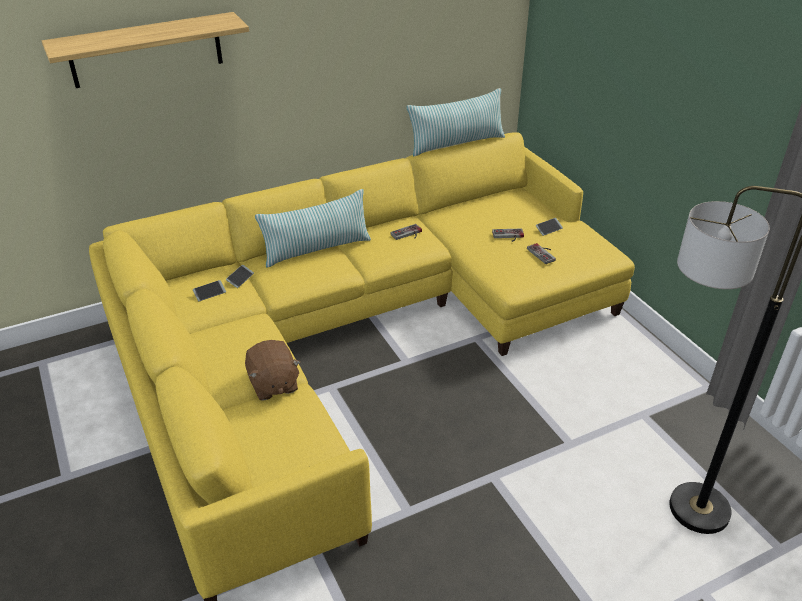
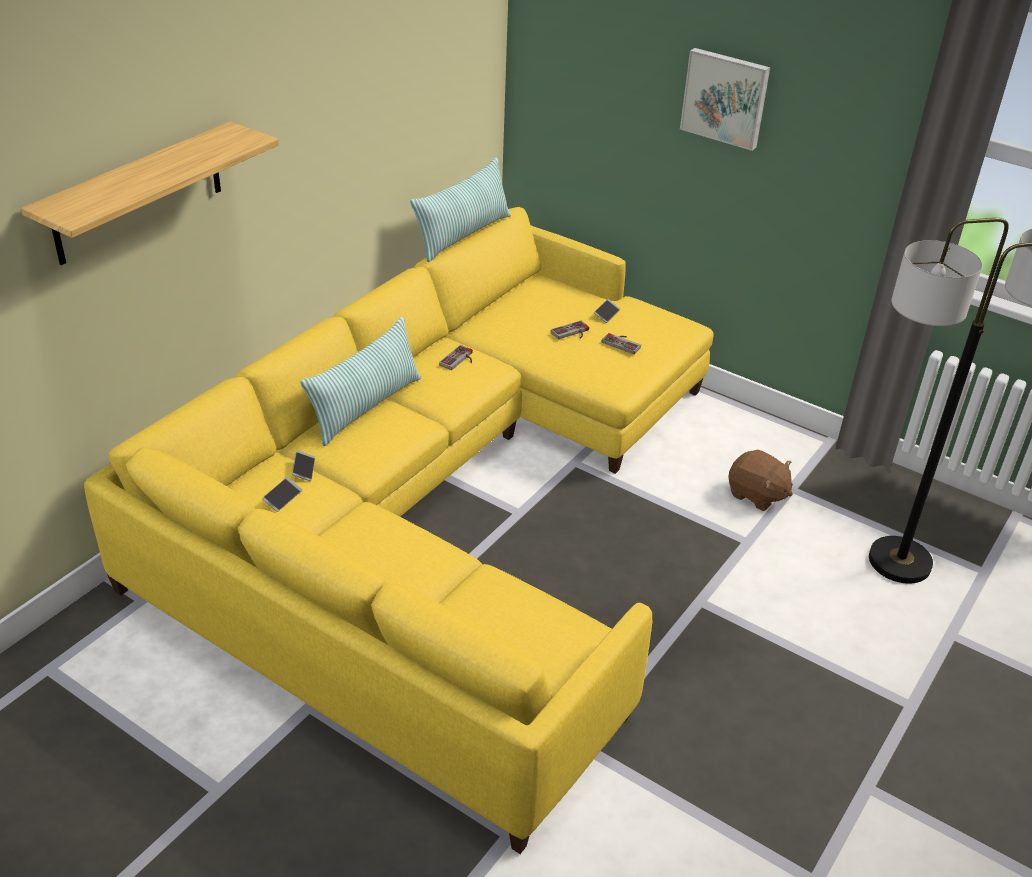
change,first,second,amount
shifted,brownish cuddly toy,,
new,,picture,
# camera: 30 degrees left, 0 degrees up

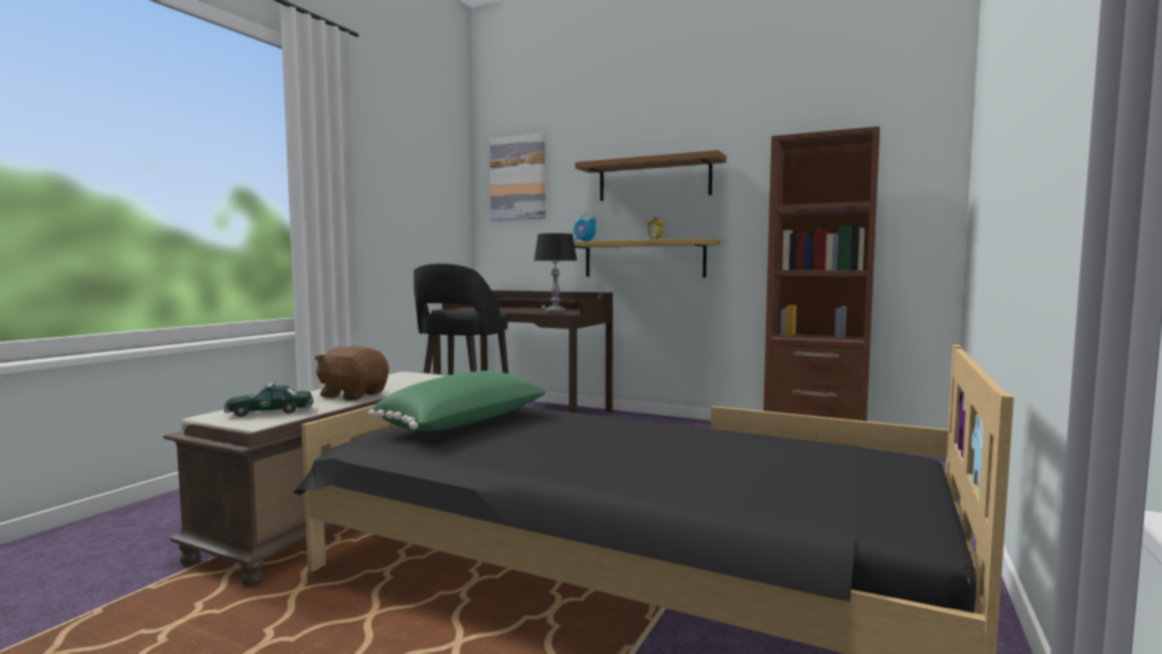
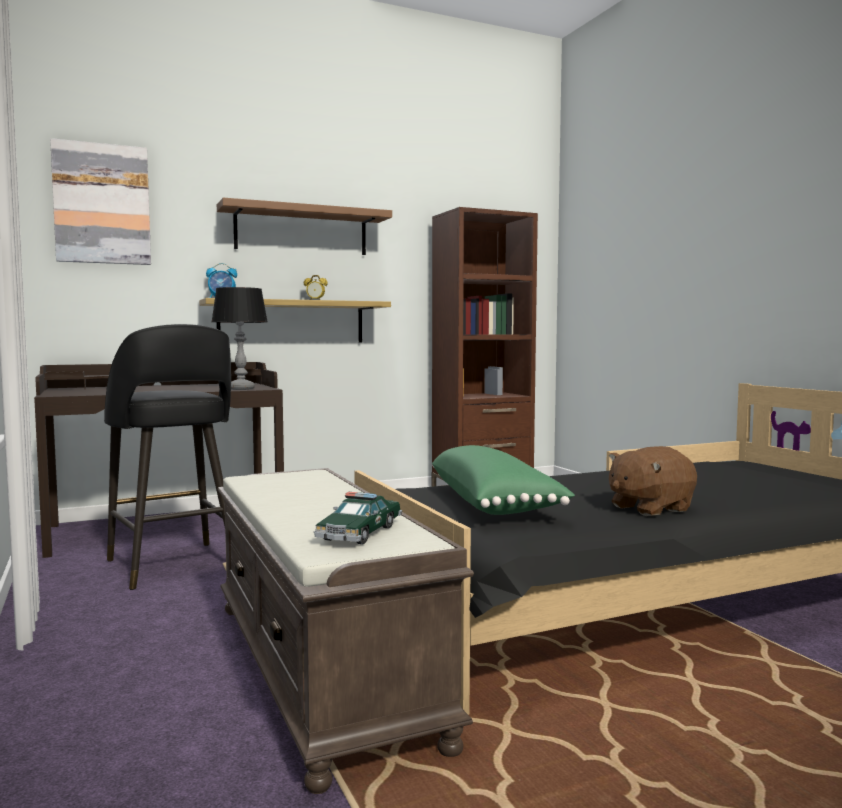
change,first,second,amount
shifted,brownish cuddly toy,,
# camera: 50 degrees left, 0 degrees up

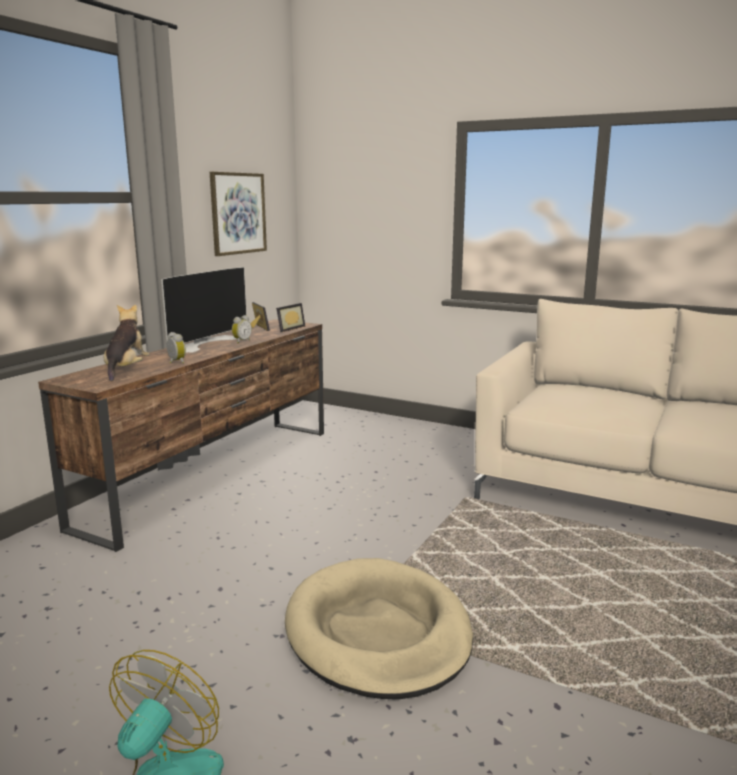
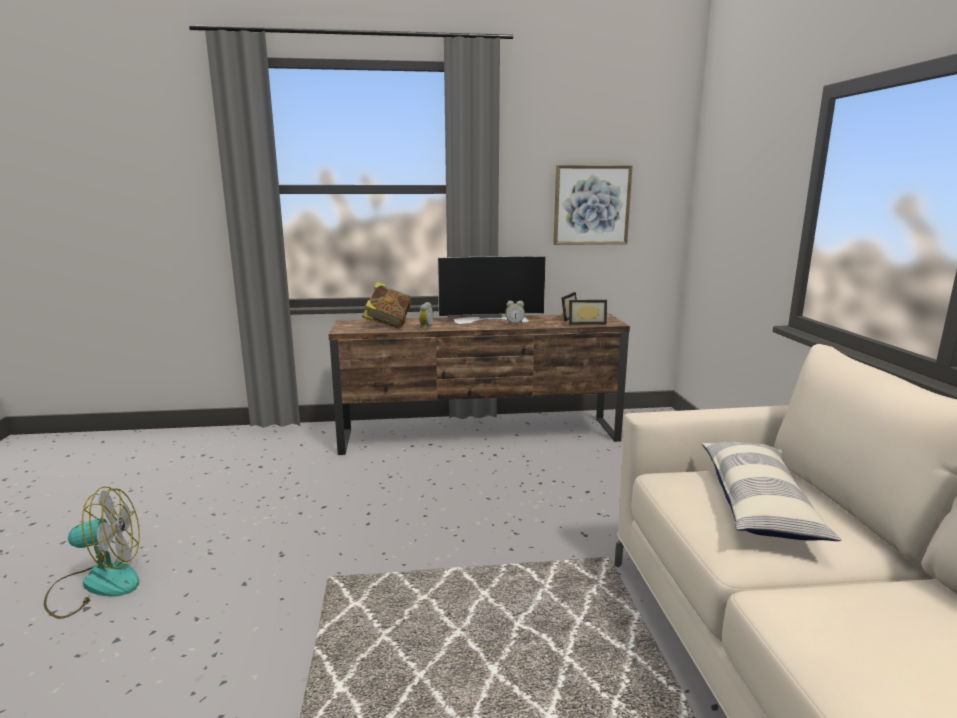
change,first,second,amount
swapped,cuddly toy,book,
gone,sand-coloured pet bed,,
new,,throw pillow,
# camera: 55 degrees right, 0 degrees up

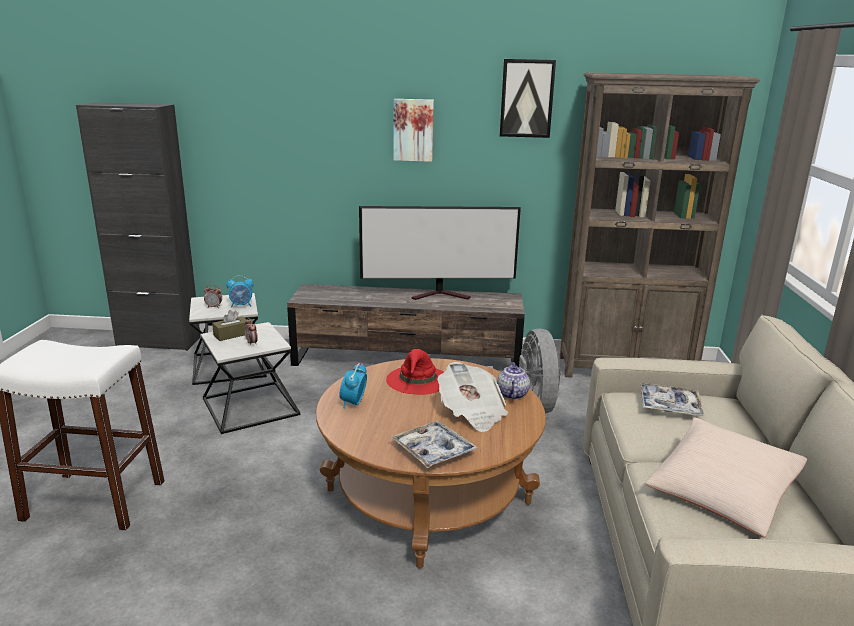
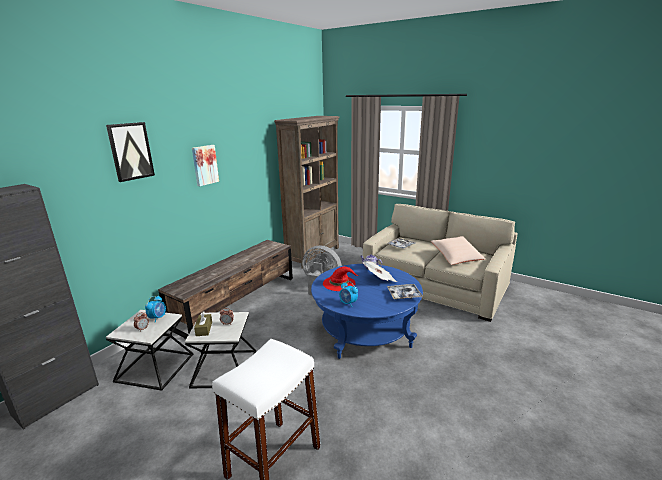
change,first,second,amount
repainted,brownish lounge table,blue-coloured lounge table,
gone,television,,
shifted,picture (no. 2 from left in the first image),picture (no. 1 from left),
# camera: 60 degrees left, 0 degrees up

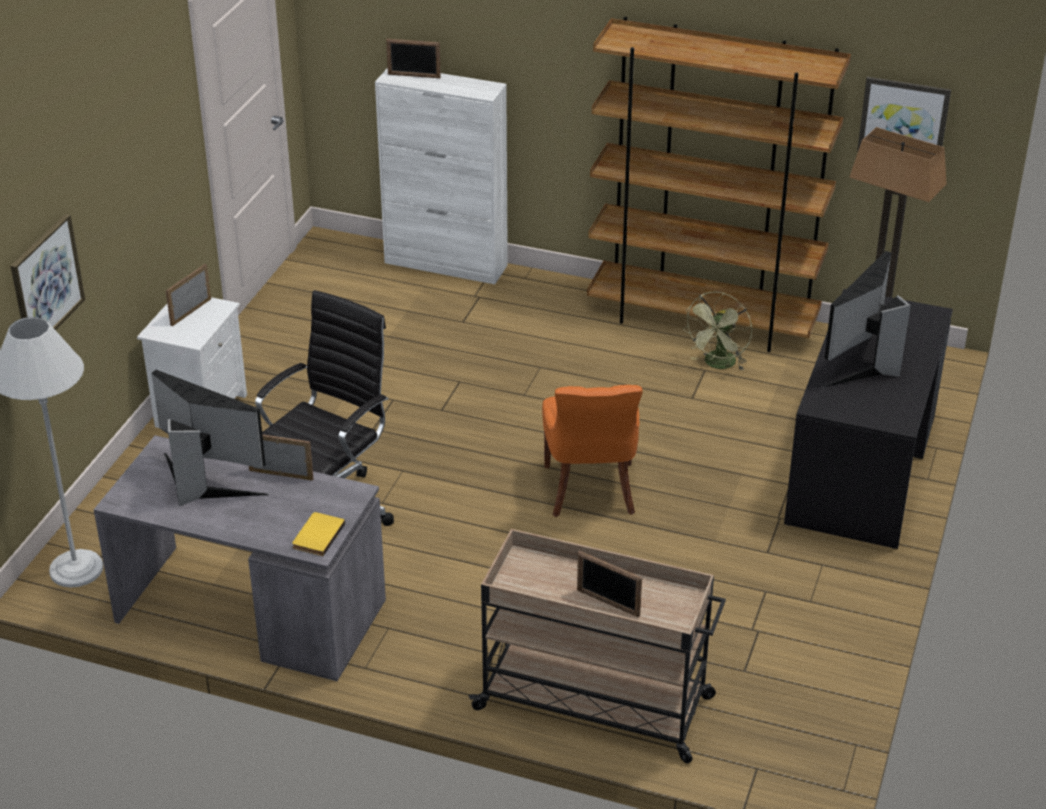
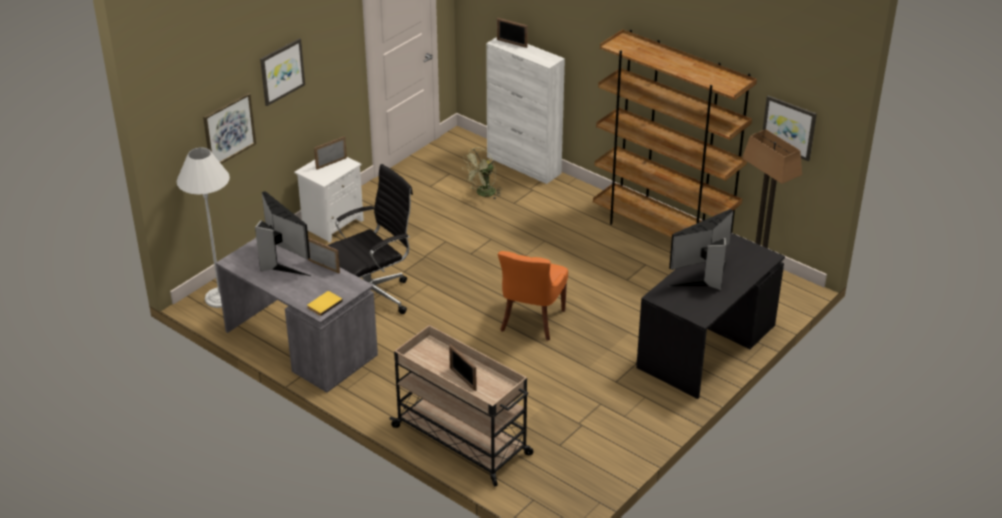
change,first,second,amount
shifted,green-coloured cooling fan,,
new,,picture (no. 2 from left),
# camera: 20 degrees right, 0 degrees up

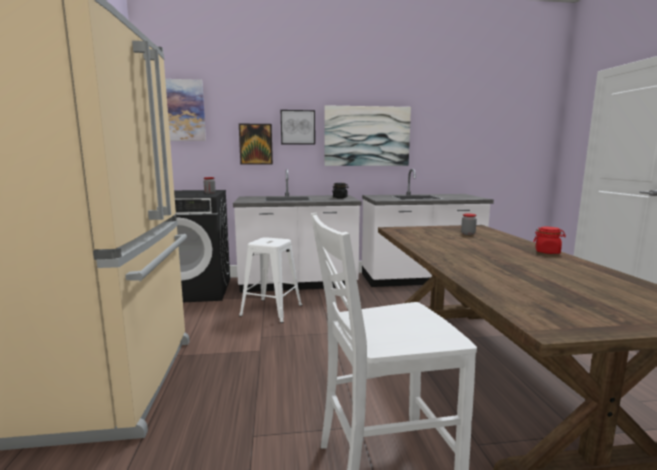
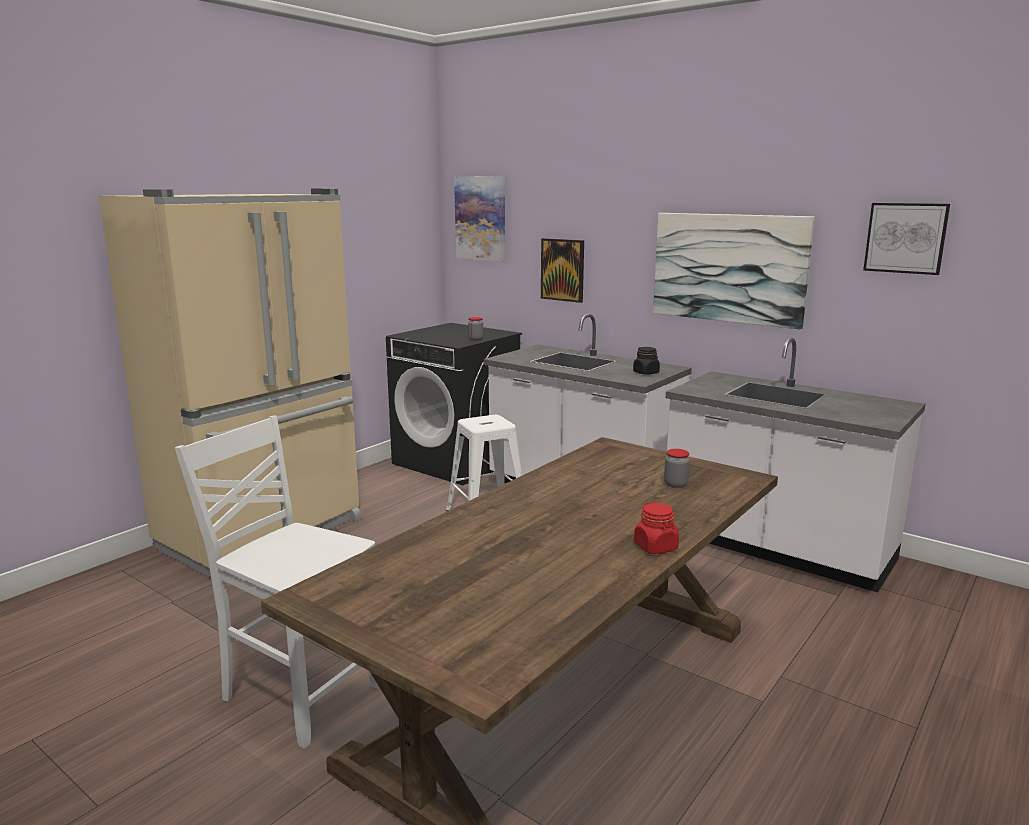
change,first,second,amount
shifted,picture (no. 3 from left in the first image),picture (no. 4 from left),
# camera: 45 degrees right, 5 degrees up

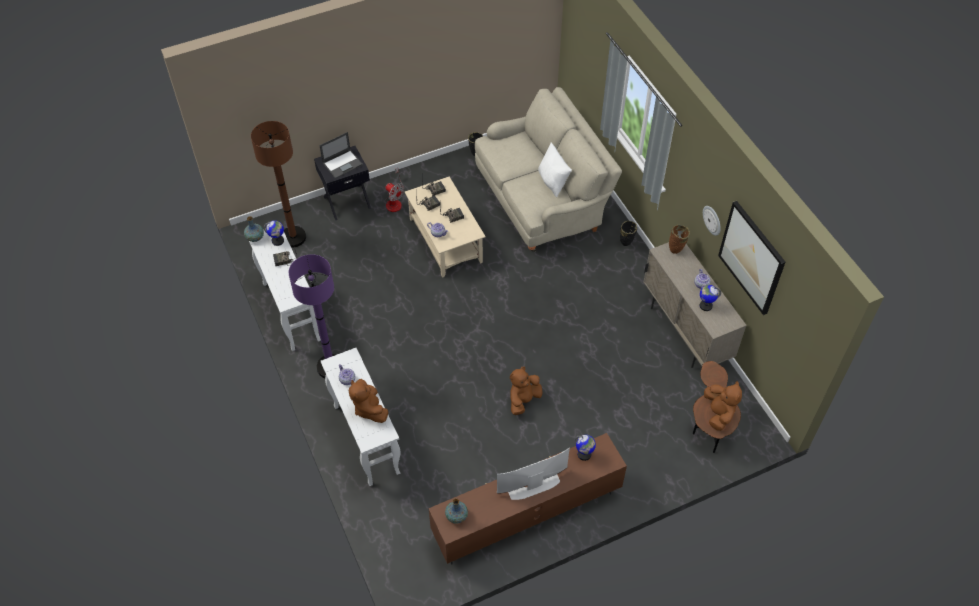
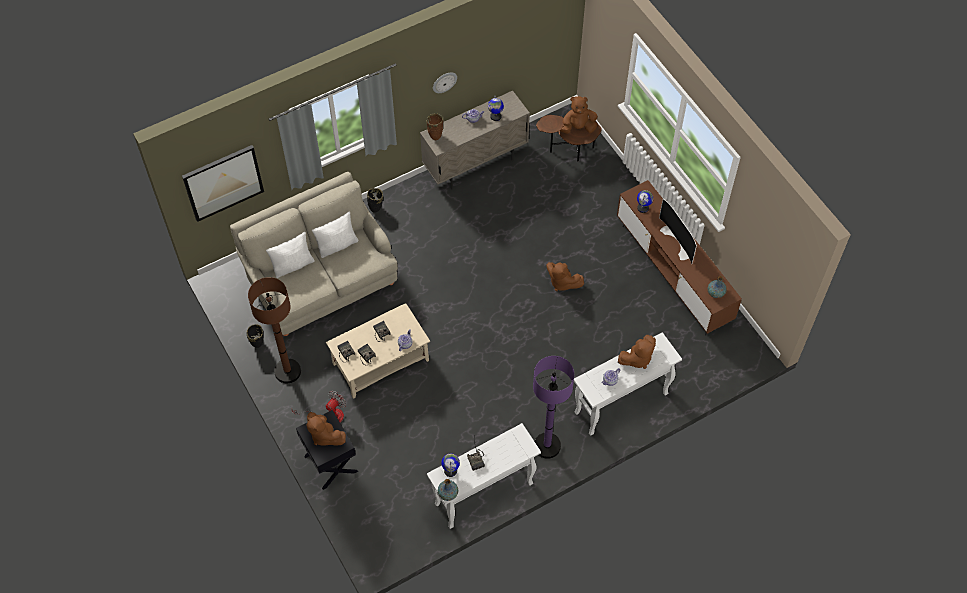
change,first,second,amount
shifted,brownish standing lamp,,
swapped,portable computer,brownish cuddly toy (no. 1 from left),
shifted,picture,,
new,,white throw pillow (no. 1 from left),
# camera: 95 degrees left, 5 degrees up

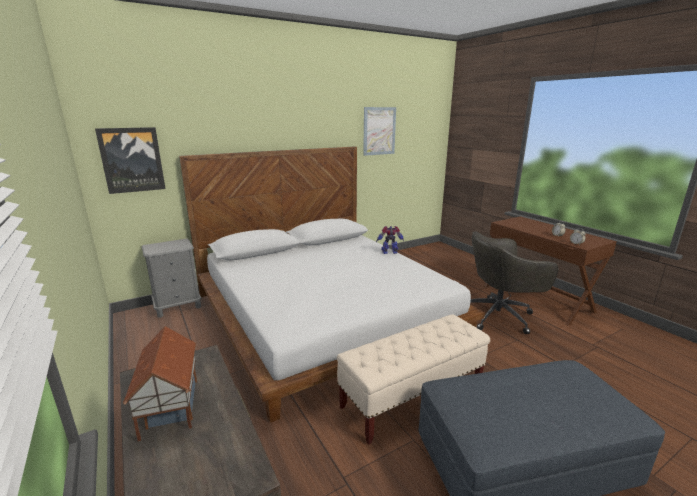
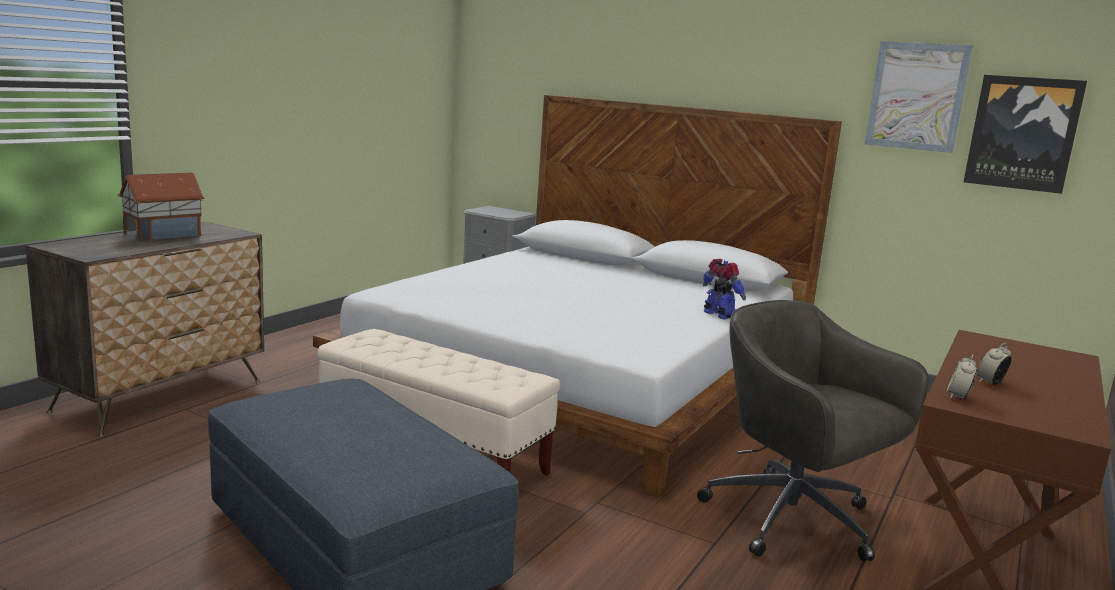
change,first,second,amount
shifted,picture (no. 1 from left in the first image),picture (no. 2 from left),
# camera: 60 degrees right, 5 degrees down

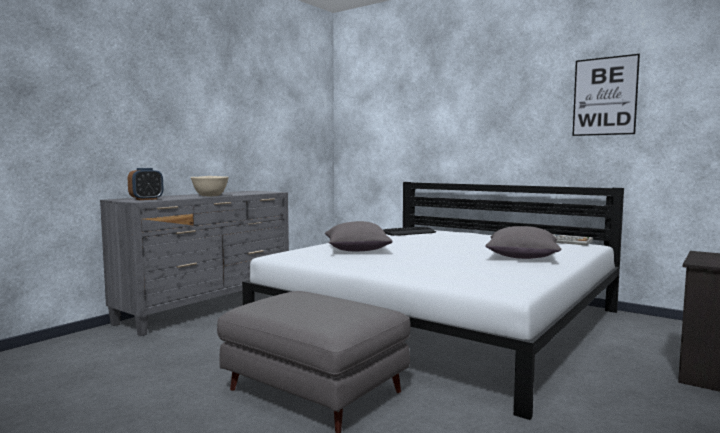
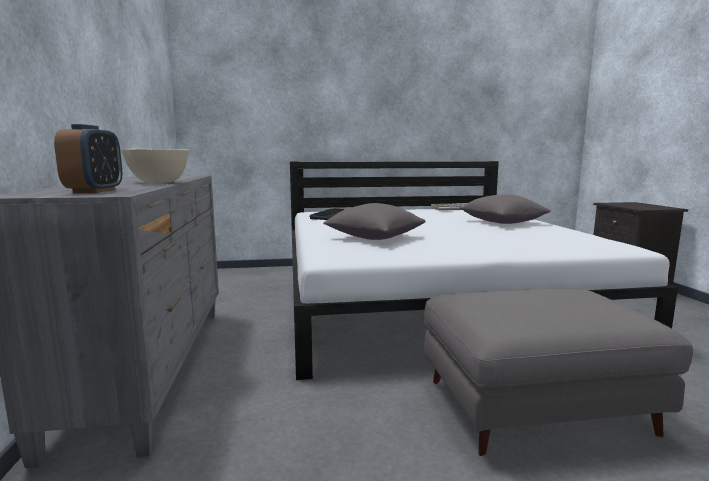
change,first,second,amount
gone,picture,,
# camera: 45 degrees left, 5 degrees up

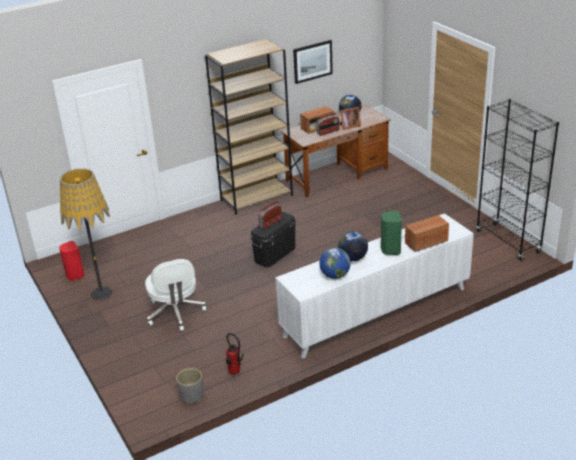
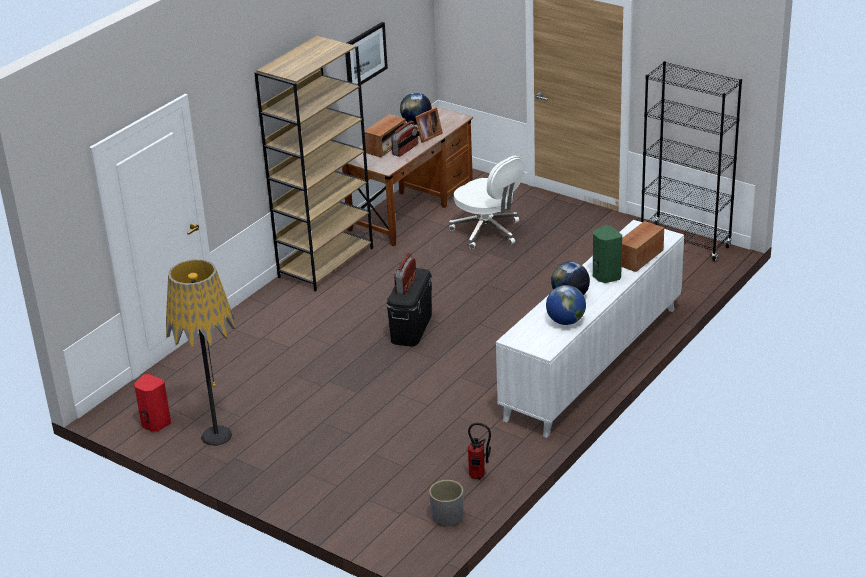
change,first,second,amount
shifted,white desk chair,,
# camera: 25 degrees left, 0 degrees up

